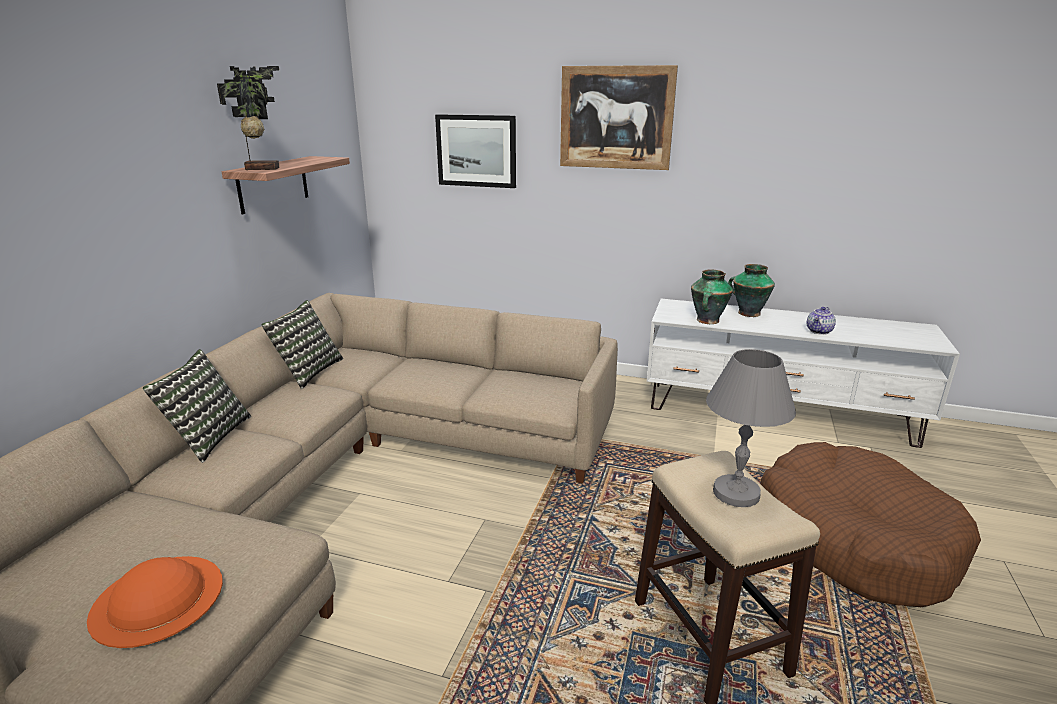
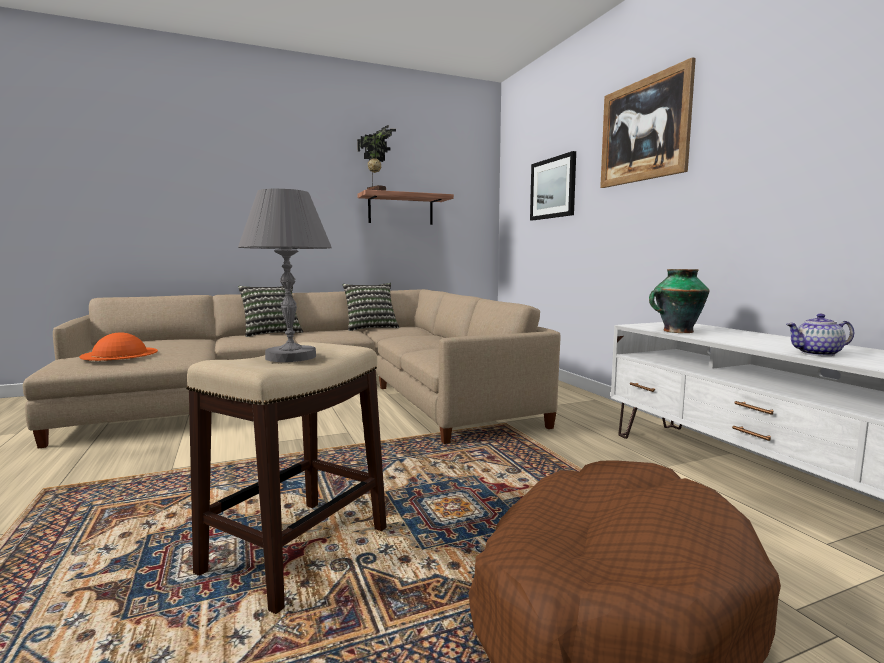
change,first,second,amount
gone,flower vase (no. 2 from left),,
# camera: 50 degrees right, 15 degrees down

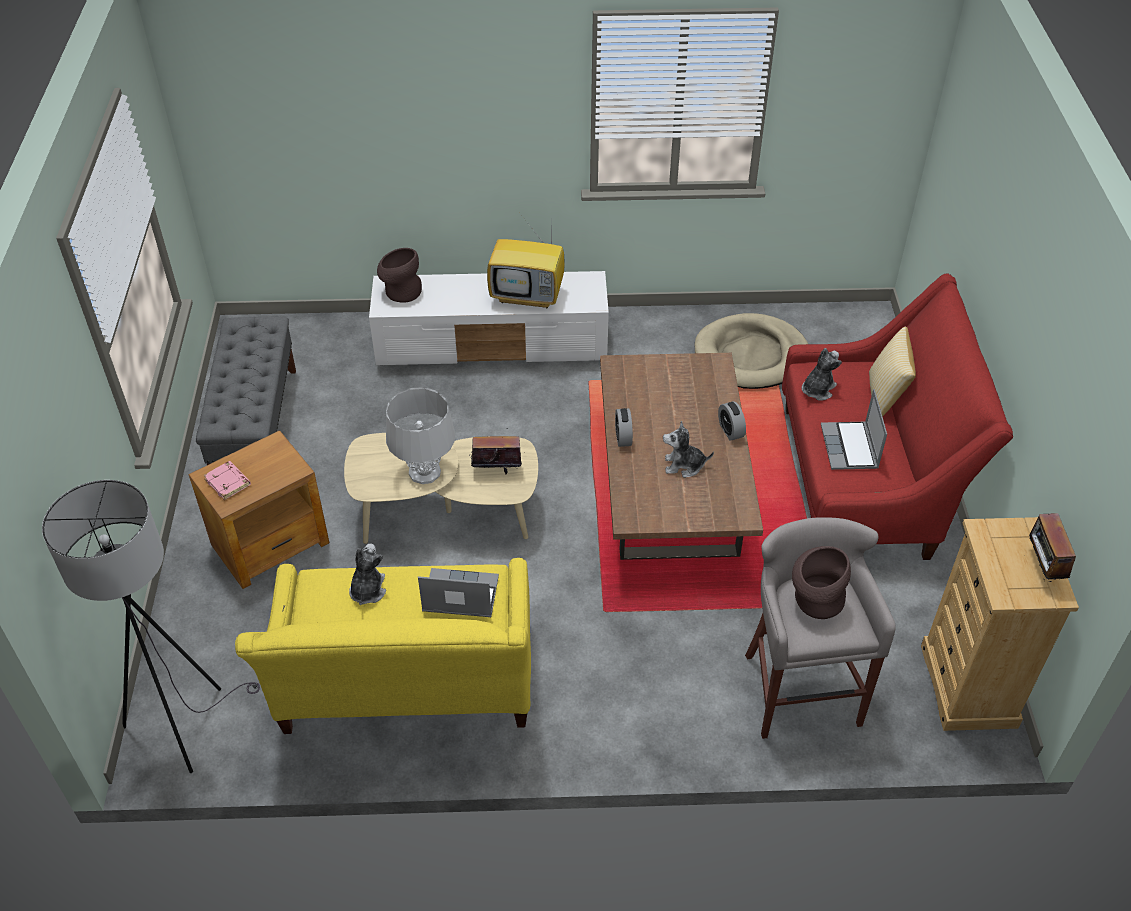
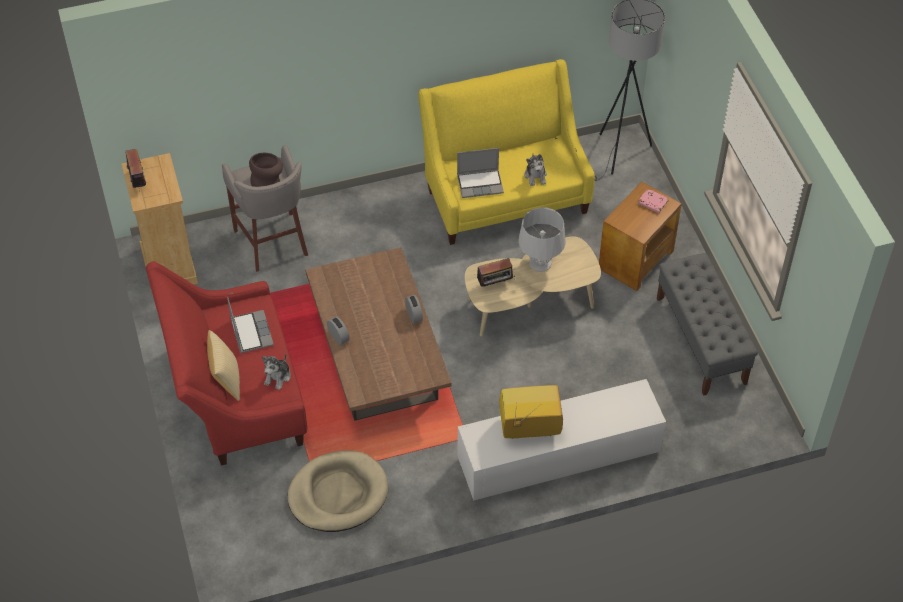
change,first,second,amount
gone,brownish flower vase (no. 1 from left),,
gone,cuddly toy (no. 2 from left),,
# camera: 165 degrees right, 5 degrees up

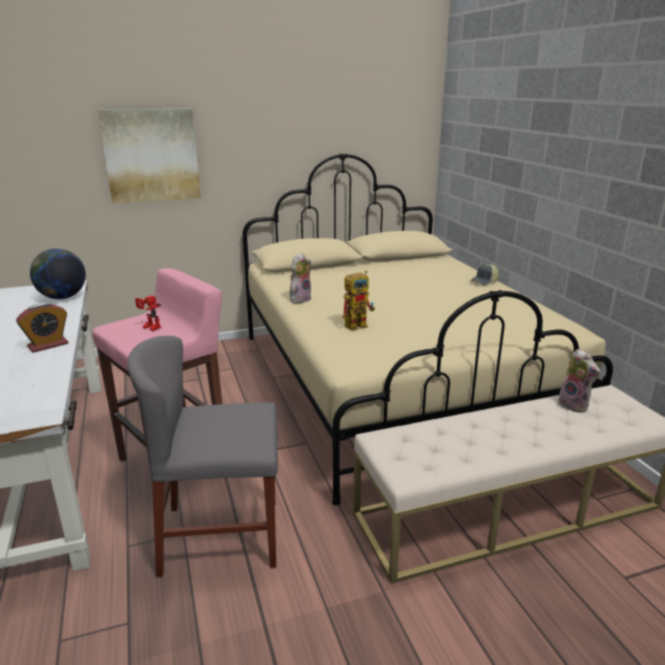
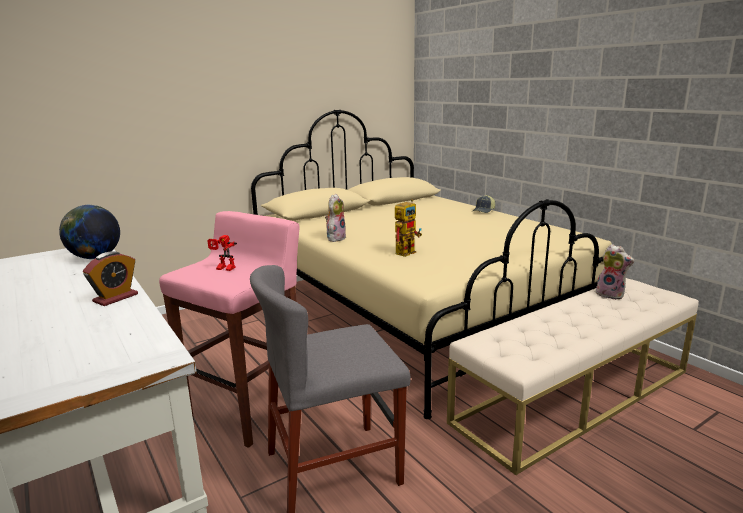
change,first,second,amount
gone,picture,,
# camera: 15 degrees left, 5 degrees down

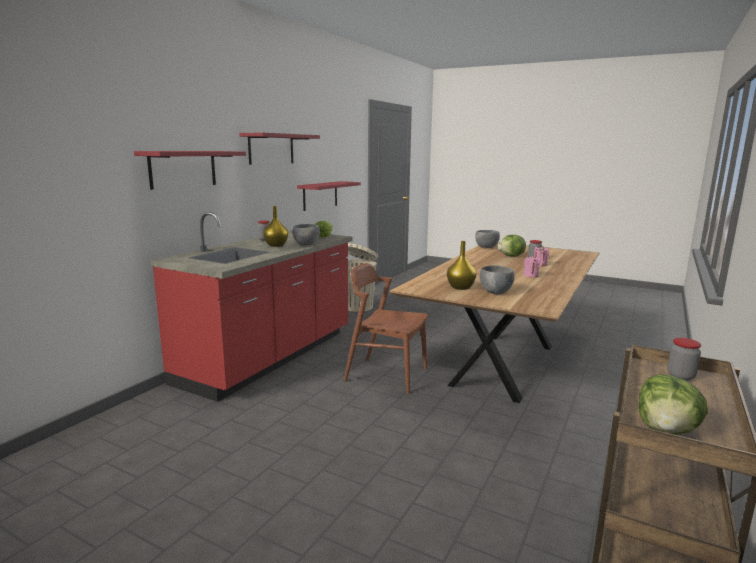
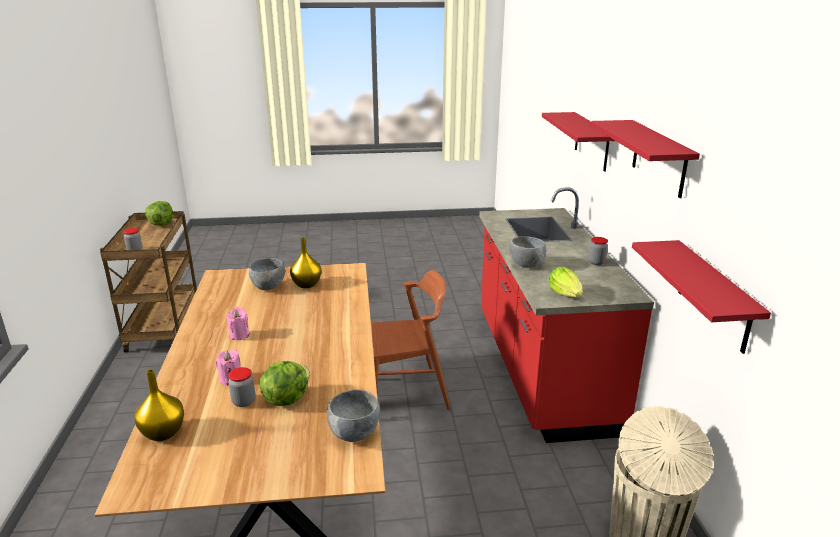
change,first,second,amount
shifted,yellow flower vase (no. 1 from left),,
# camera: 145 degrees right, 10 degrees up

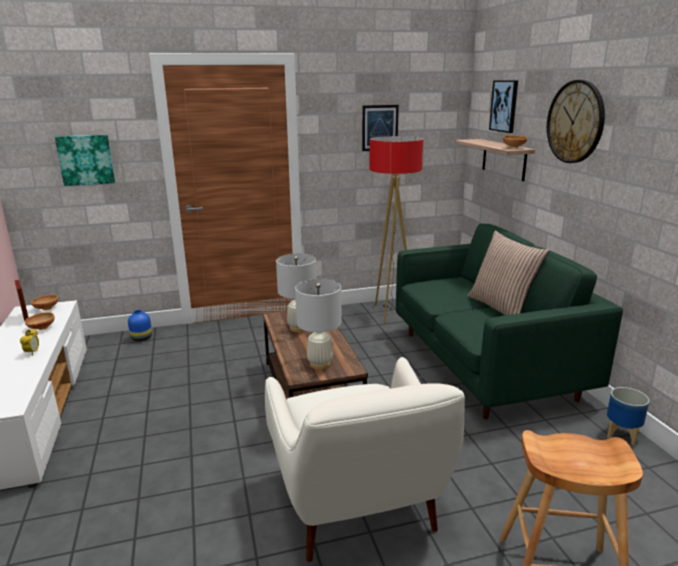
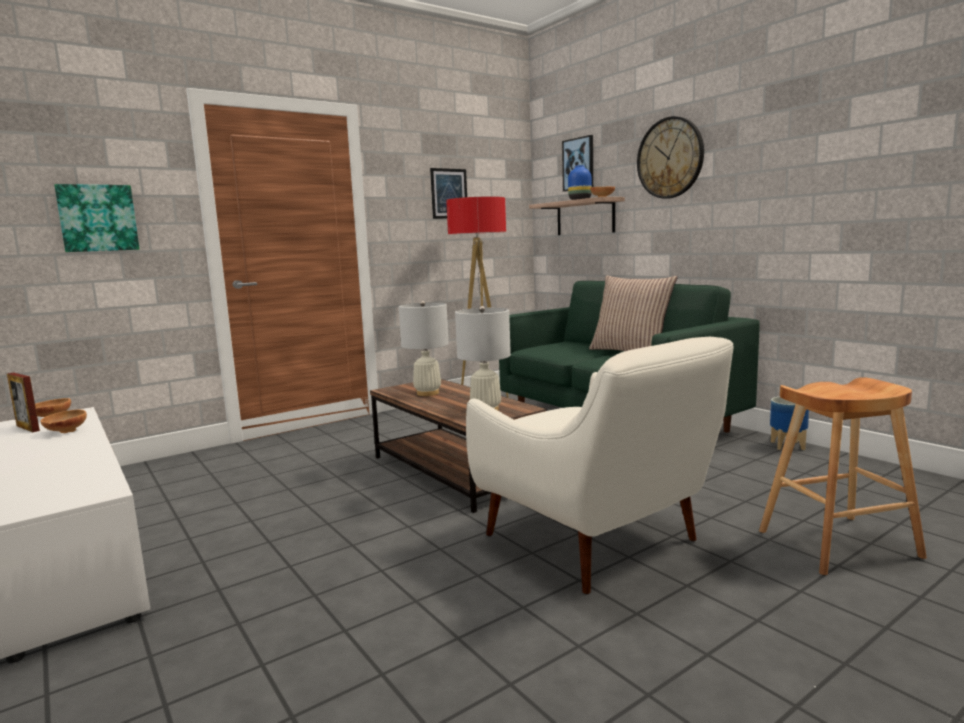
change,first,second,amount
gone,bedside clock,,
shifted,blue-coloured flower vase,,
# camera: 20 degrees left, 10 degrees down

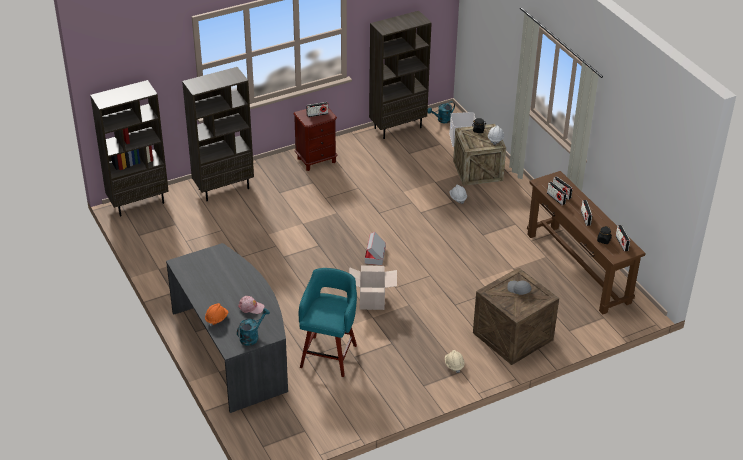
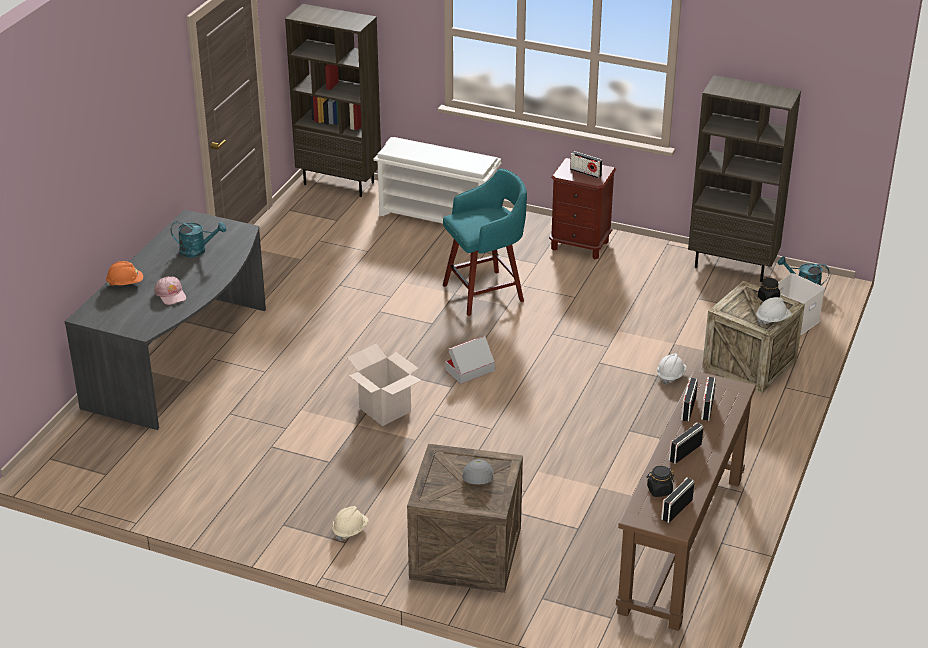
change,first,second,amount
swapped,brownish shelving unit (no. 2 from left),white shoe shelf,
shifted,turquoise watering pot (no. 1 from left),,
shifted,turquoise stool,,
# camera: 50 degrees right, 5 degrees down

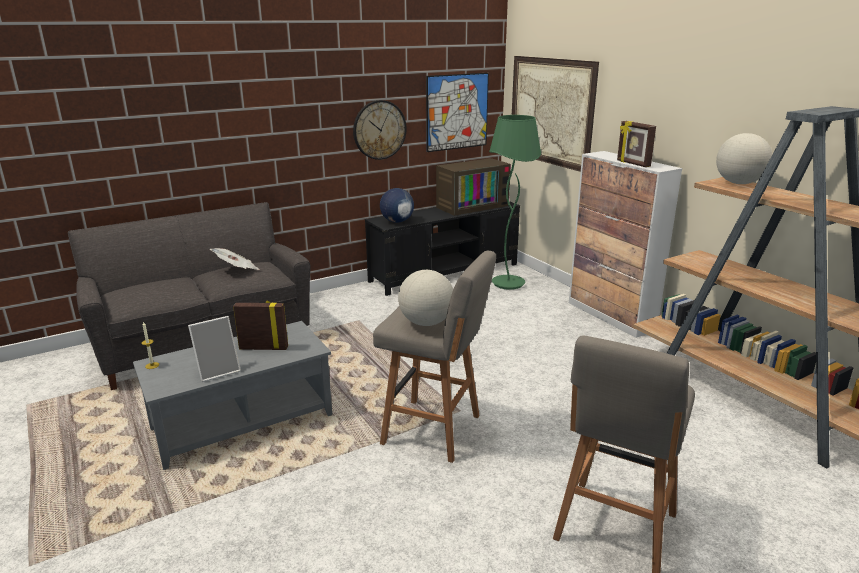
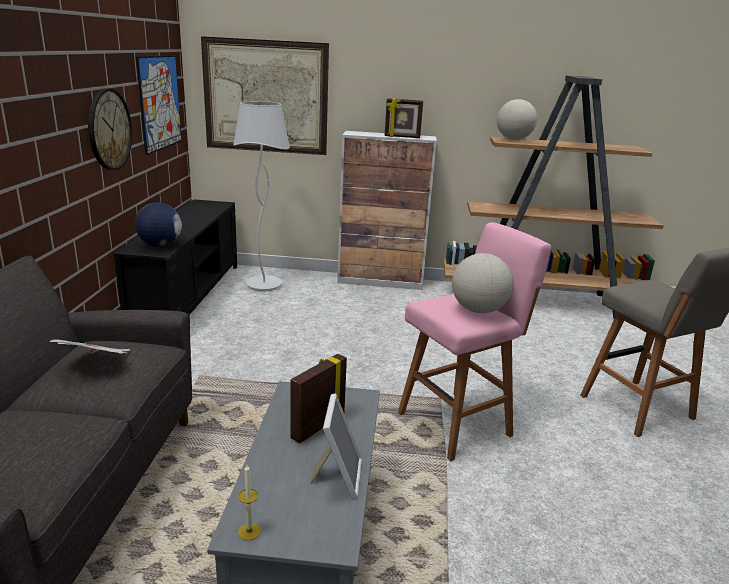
change,first,second,amount
repainted,gray stool (no. 1 from left),pink stool,
gone,television,,
repainted,green-coloured standing lamp,white standing lamp,
# camera: 55 degrees left, 0 degrees up

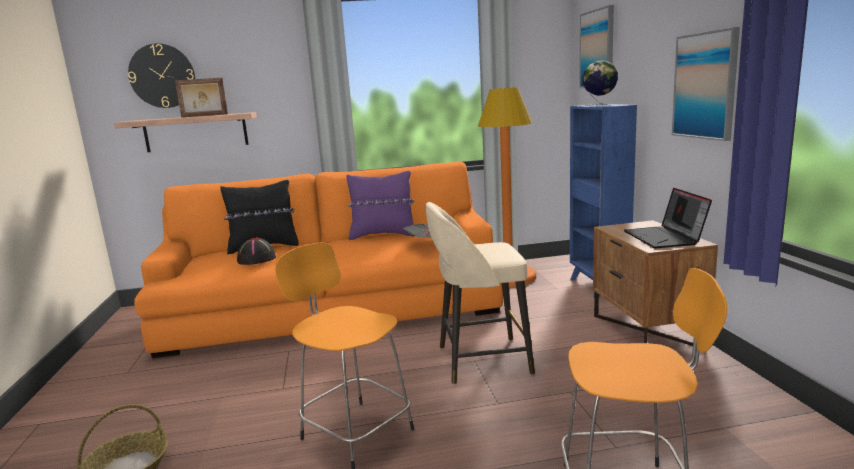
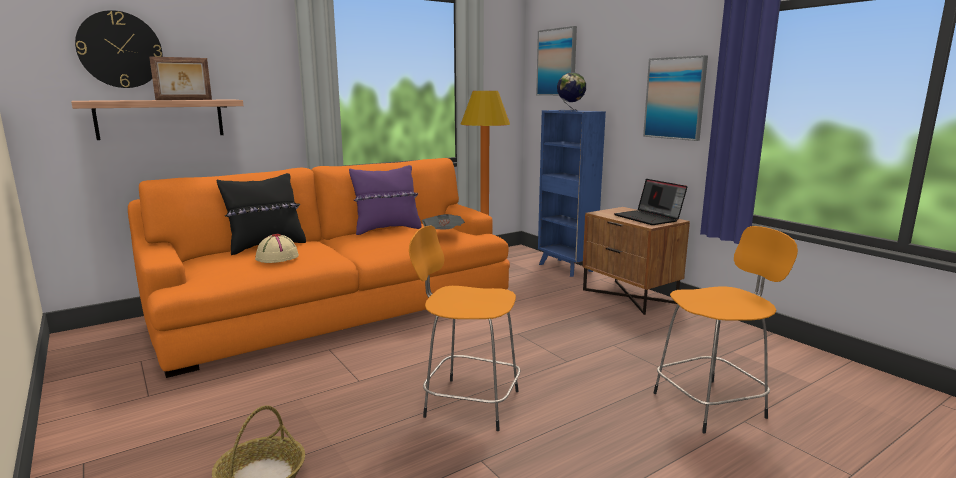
change,first,second,amount
repainted,black clothing hat,sand-coloured clothing hat,
gone,sand-coloured stool,,
# camera: 25 degrees left, 0 degrees up

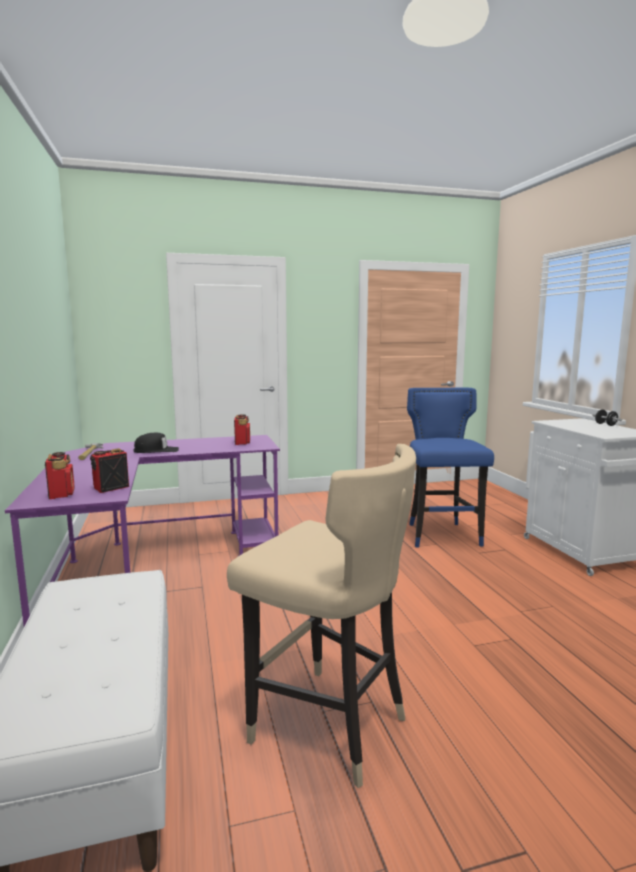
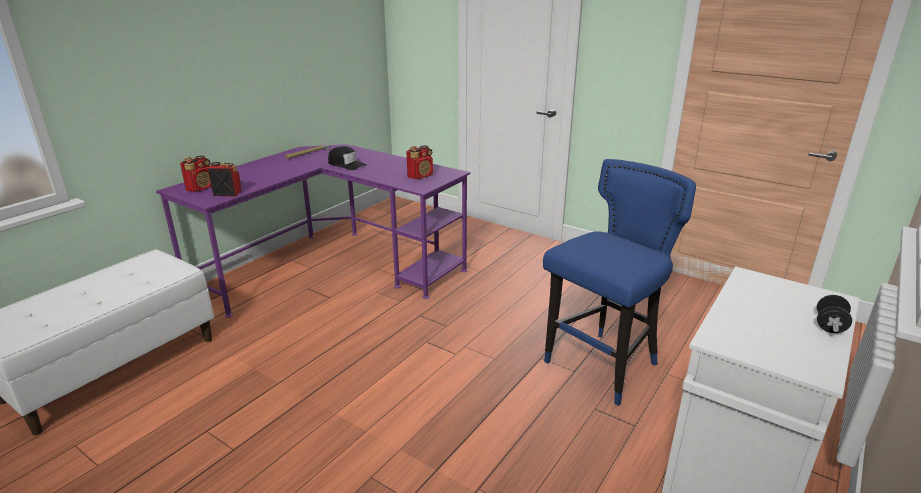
change,first,second,amount
gone,sand-coloured stool,,
# camera: 50 degrees right, 15 degrees up

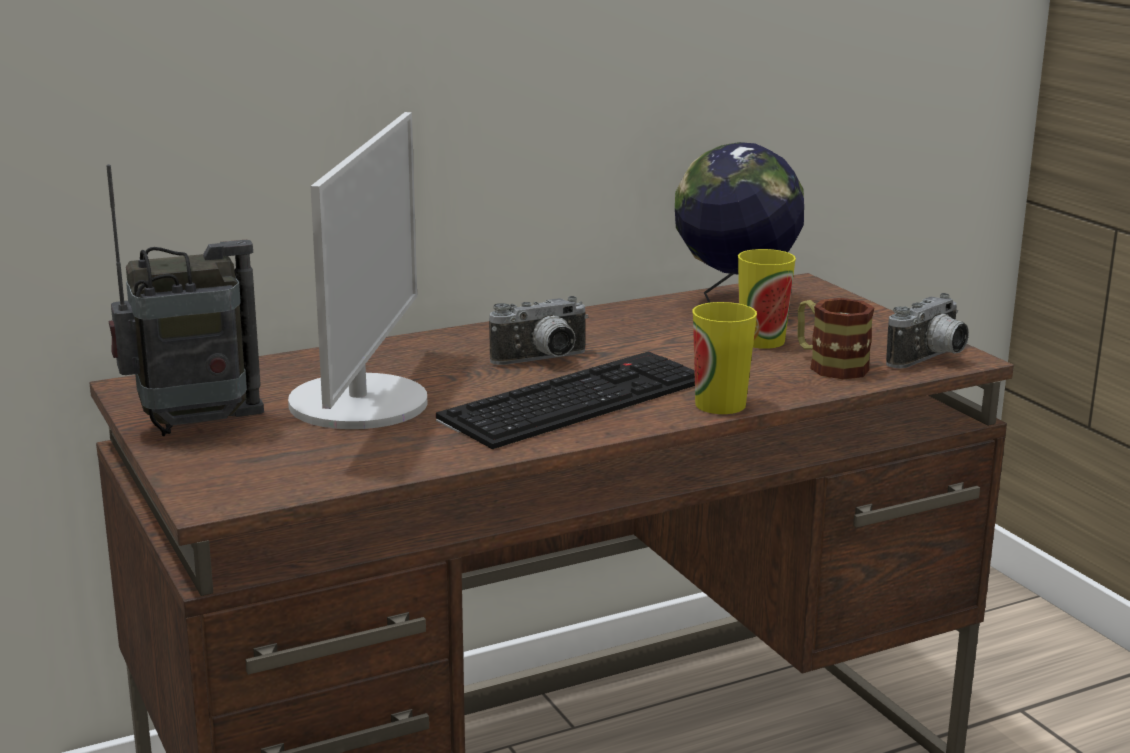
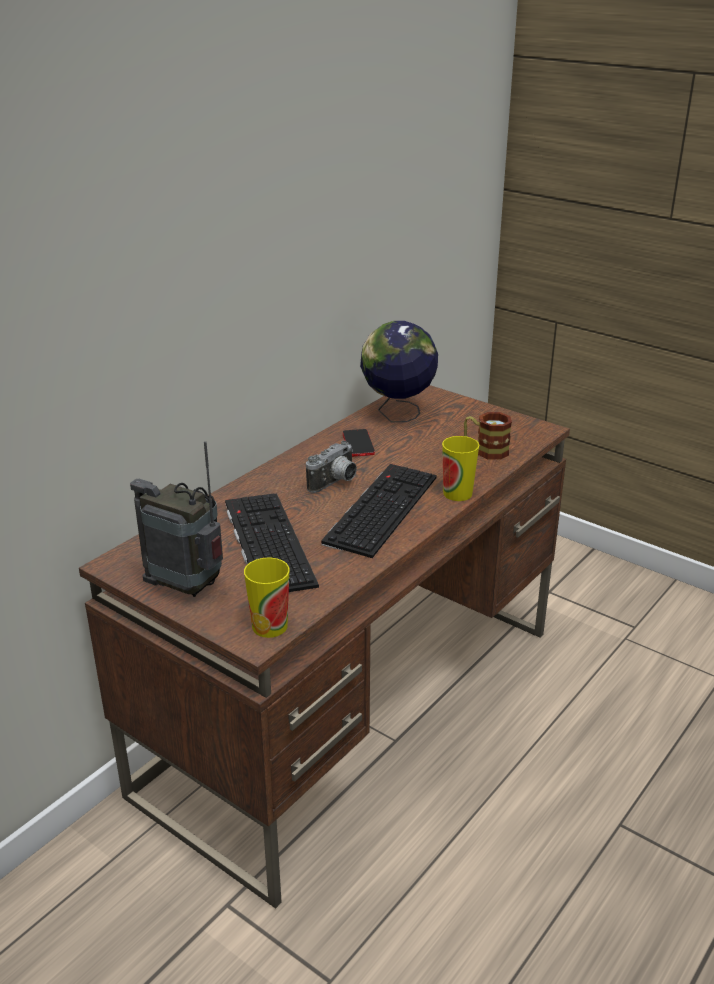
change,first,second,amount
rotated,radio set,,105 degrees counterclockwise
swapped,monitor,keyboard (no. 1 from left),
shifted,cup (no. 2 from left in the first image),cup (no. 1 from left),
gone,still camera (no. 2 from left),,
new,,handset,
# camera: 25 degrees left, 10 degrees up

